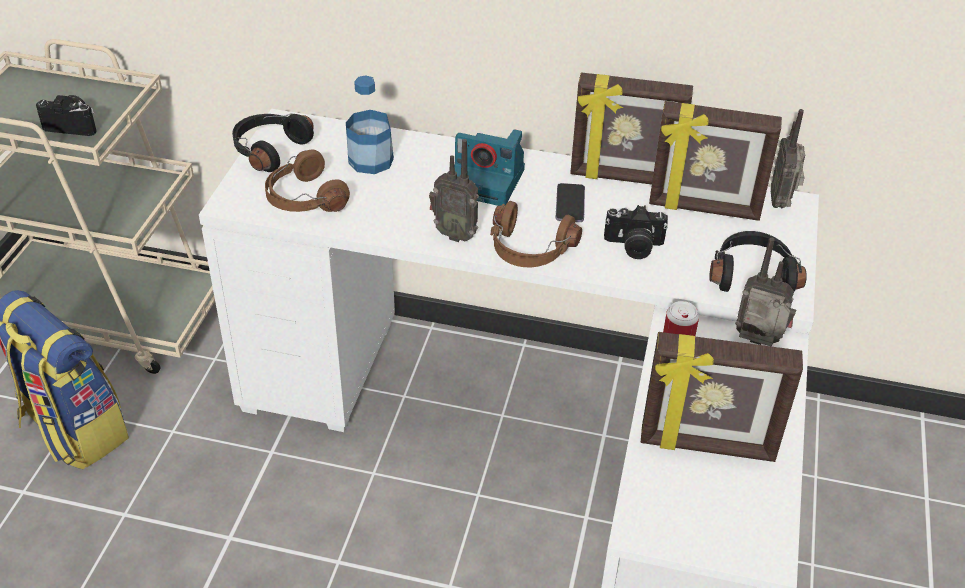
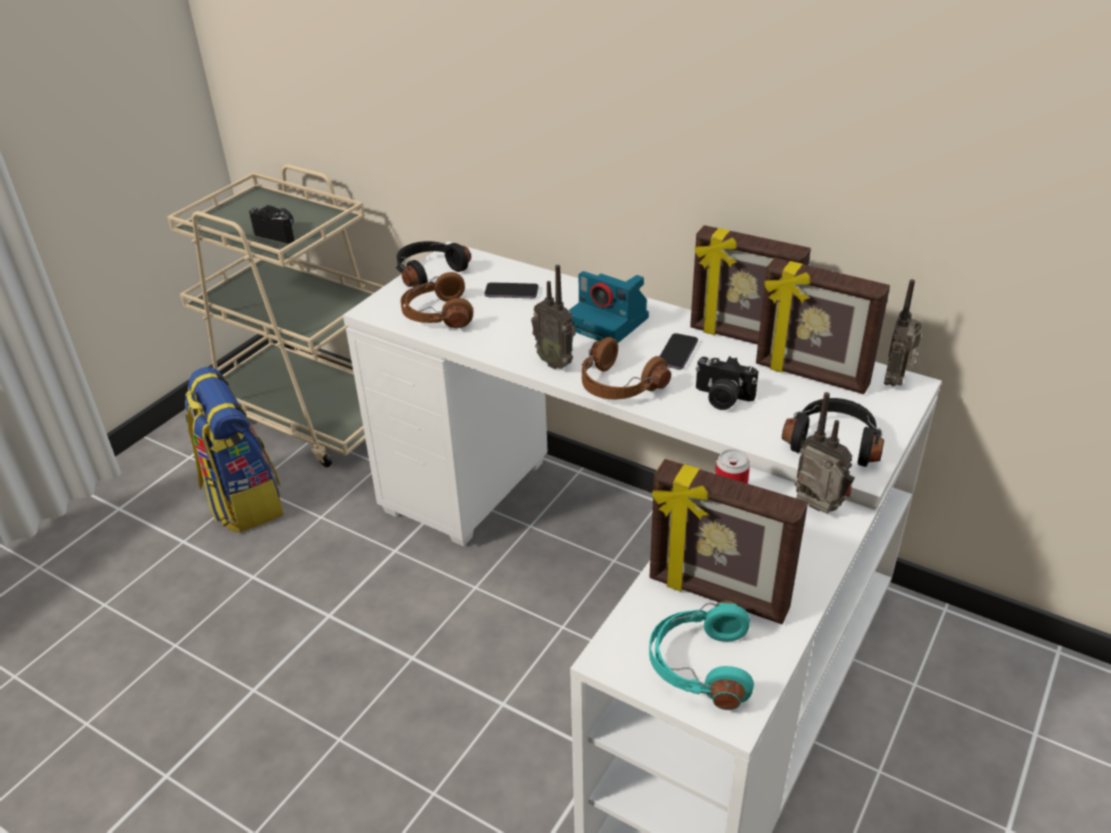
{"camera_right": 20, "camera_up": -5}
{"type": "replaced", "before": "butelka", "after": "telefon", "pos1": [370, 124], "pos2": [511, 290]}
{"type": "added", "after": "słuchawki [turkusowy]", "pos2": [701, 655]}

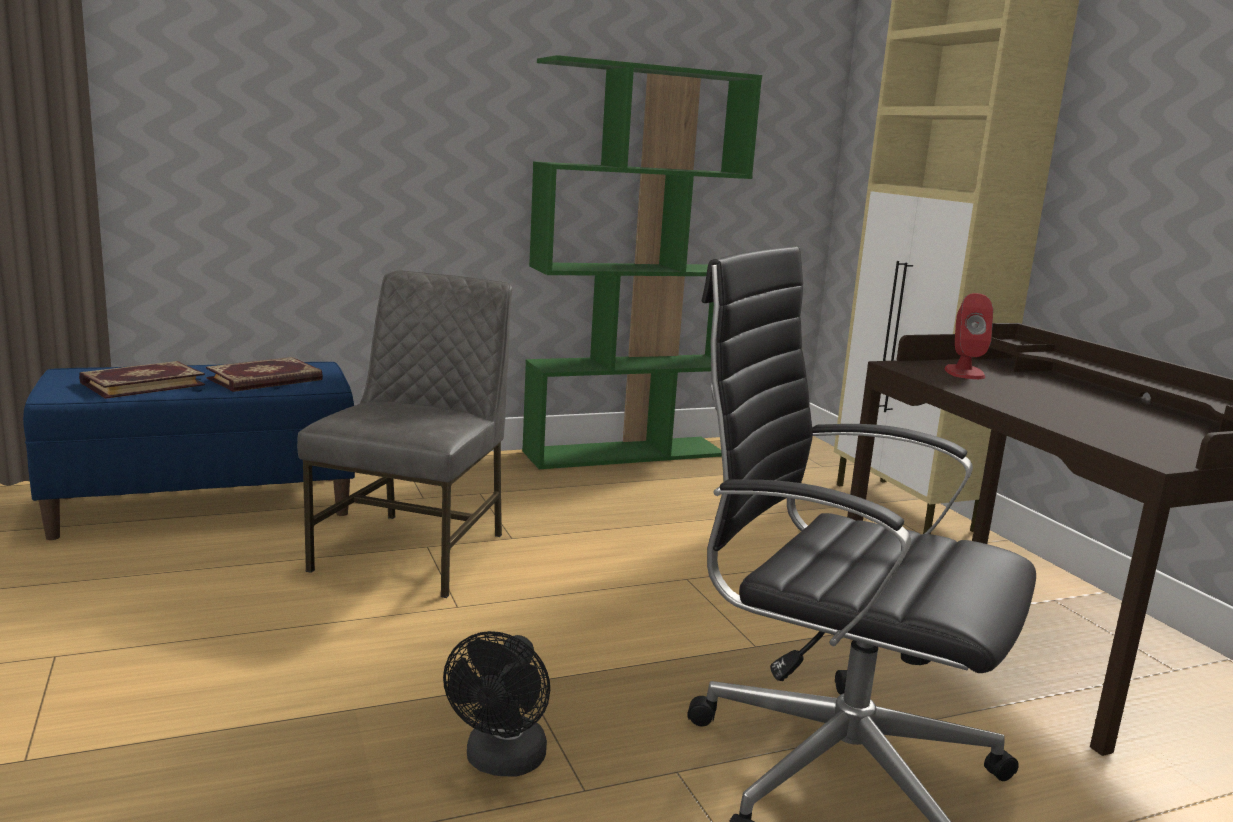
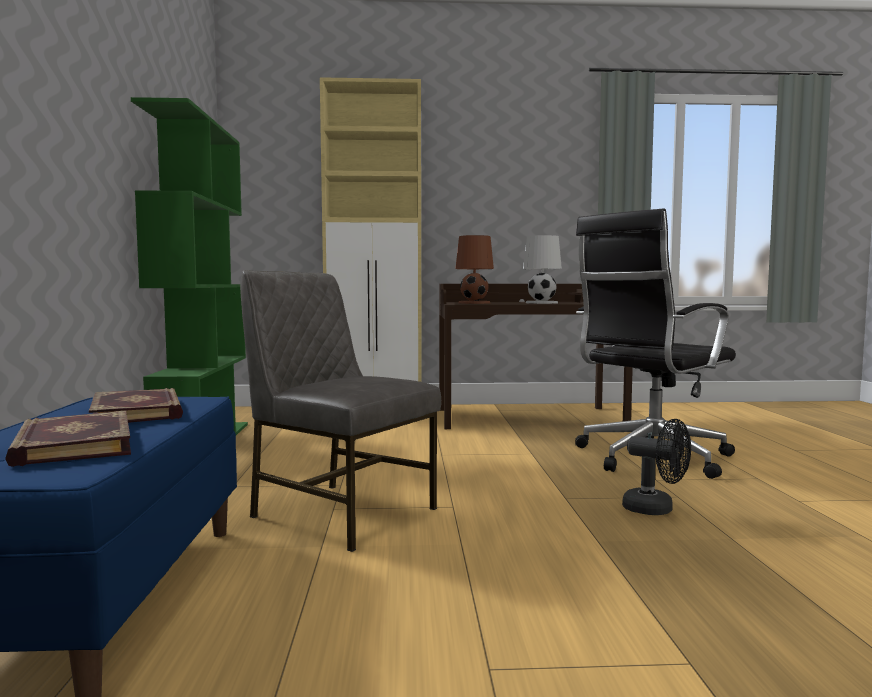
{"camera_right": -70, "camera_up": -10}
{"type": "replaced", "before": "głośnik [czerwony]", "after": "lampa stołowa [brązowy]", "pos1": [969, 336], "pos2": [474, 269]}
{"type": "added", "after": "lampa stołowa [biały]", "pos2": [542, 269]}

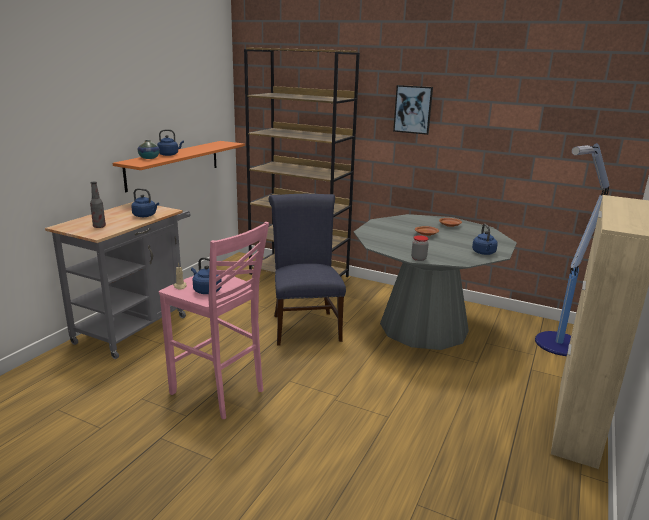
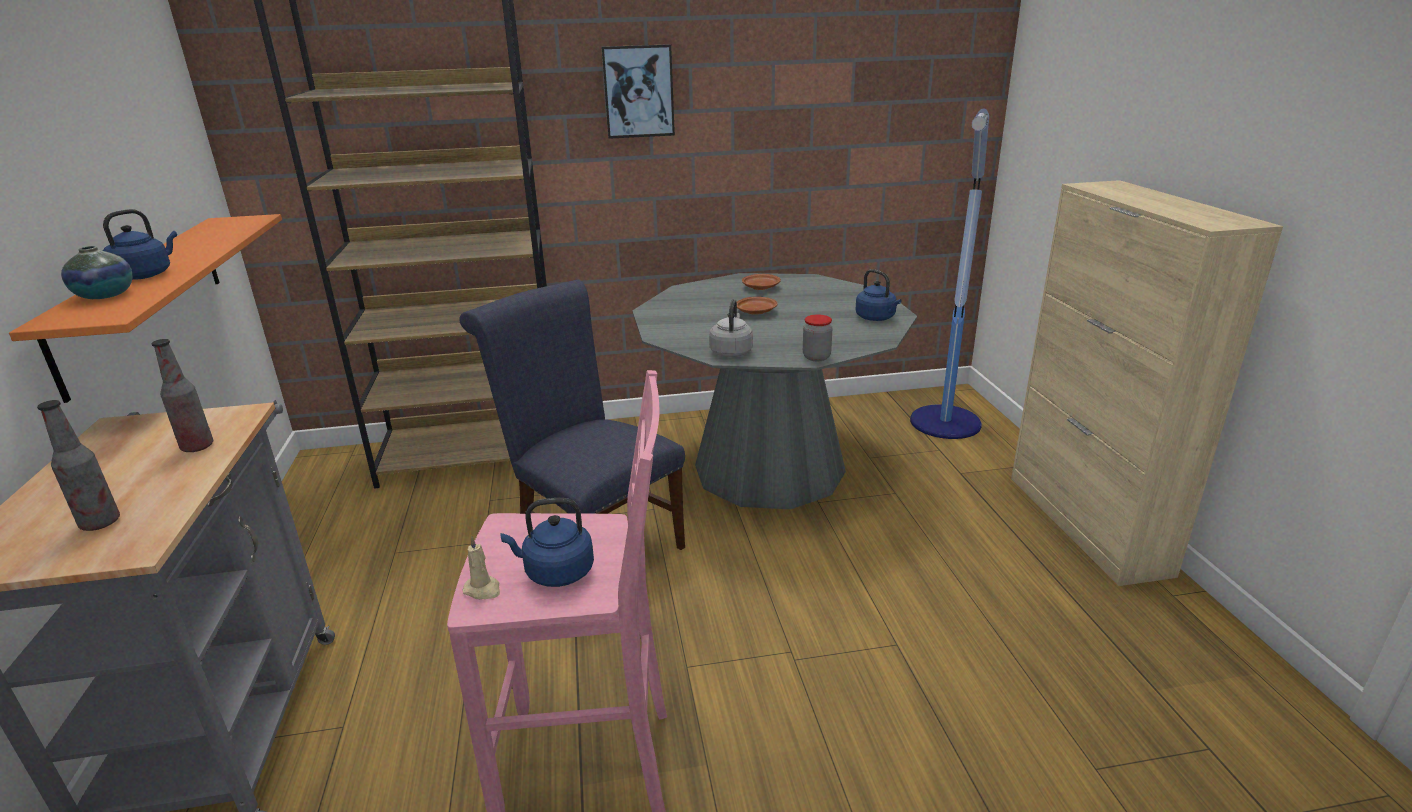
{"camera_right": -35, "camera_up": 5}
{"type": "replaced", "before": "czajnik [niebieski]", "after": "butelka", "pos1": [145, 202], "pos2": [182, 395]}
{"type": "added", "after": "czajnik [szary]", "pos2": [731, 328]}

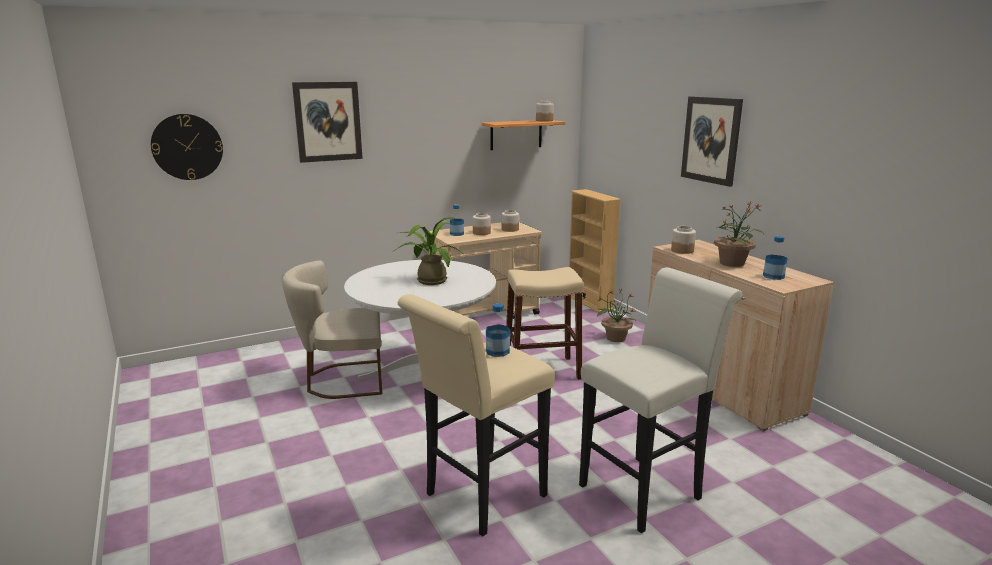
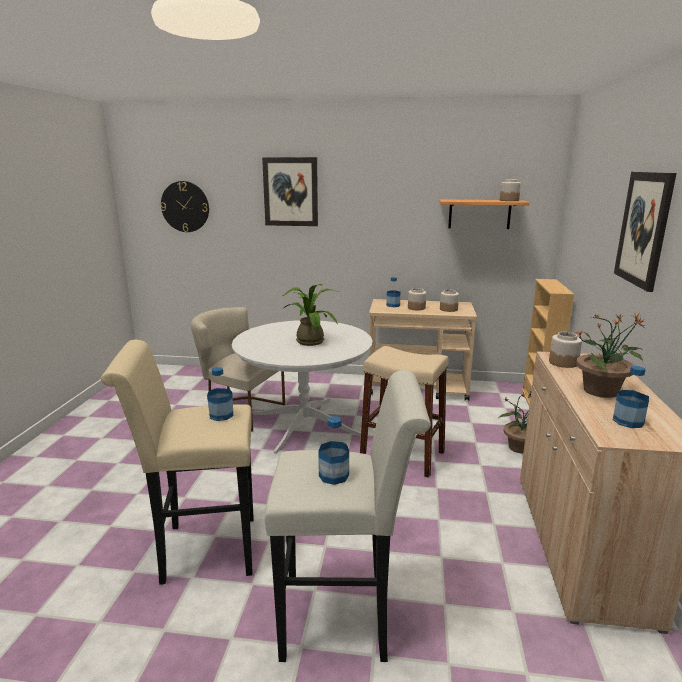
{"camera_right": 35, "camera_up": 0}
{"type": "added", "after": "butelka", "pos2": [333, 450]}

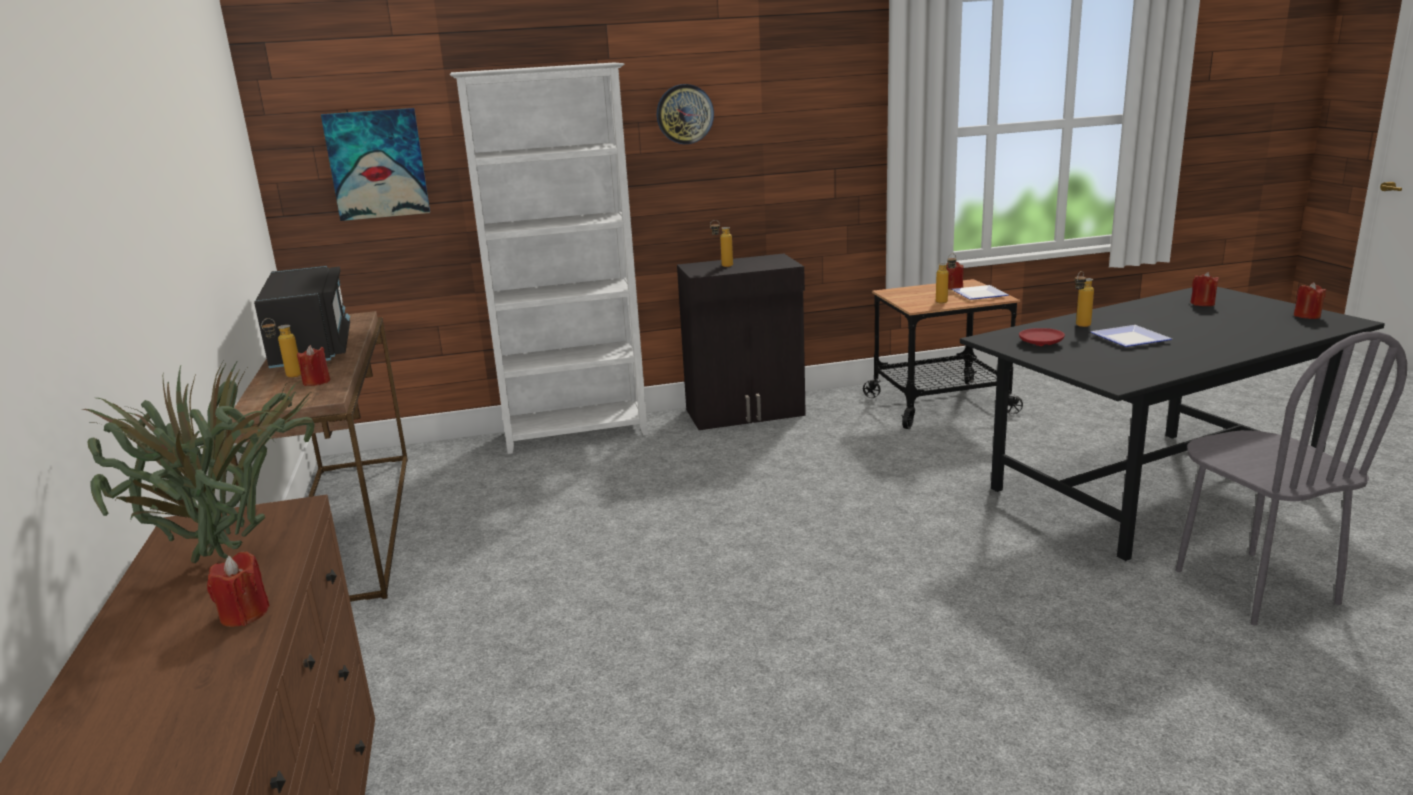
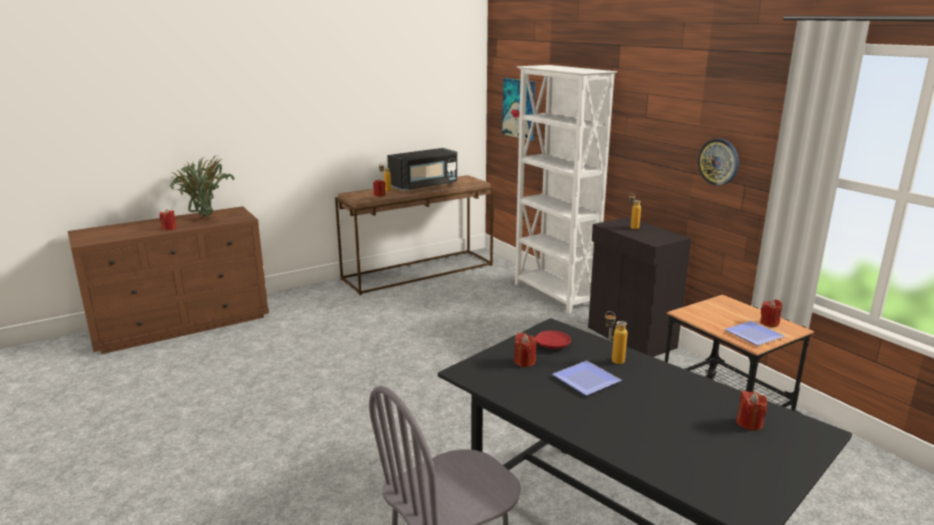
{"camera_right": 70, "camera_up": 0}
{"type": "moved", "before": "zegar ścienny", "pos1": [685, 114], "pos2": [718, 162]}
{"type": "removed", "before": "butelka", "pos1": [946, 278]}
{"type": "moved", "before": "świeca [czerwony]", "pos1": [1310, 300], "pos2": [525, 349]}

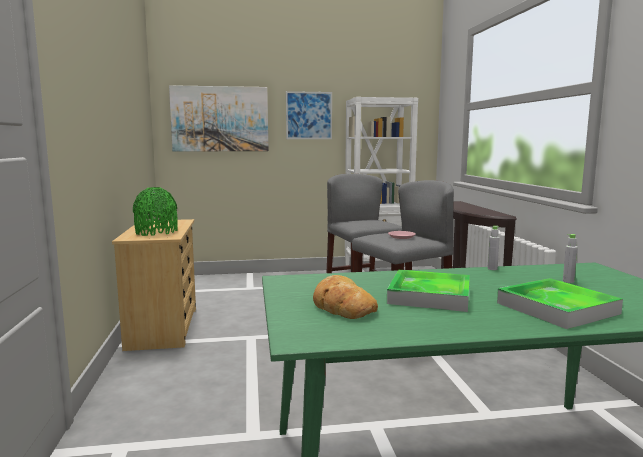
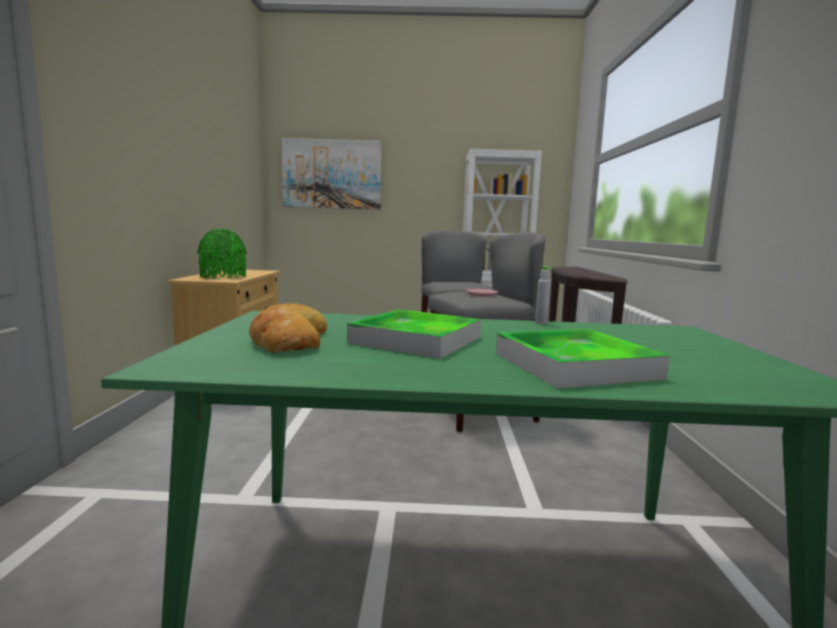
{"camera_right": 10, "camera_up": 0}
{"type": "removed", "before": "obraz", "pos1": [309, 115]}
{"type": "removed", "before": "butelka [szary]", "pos1": [570, 258]}

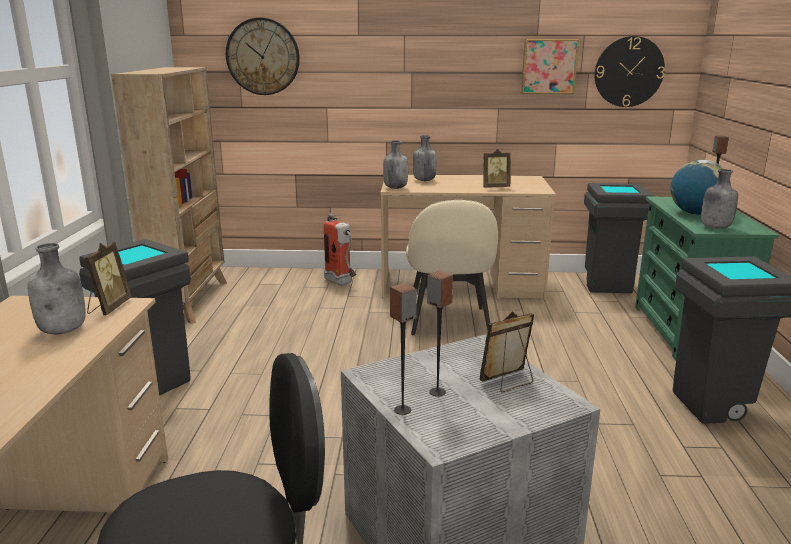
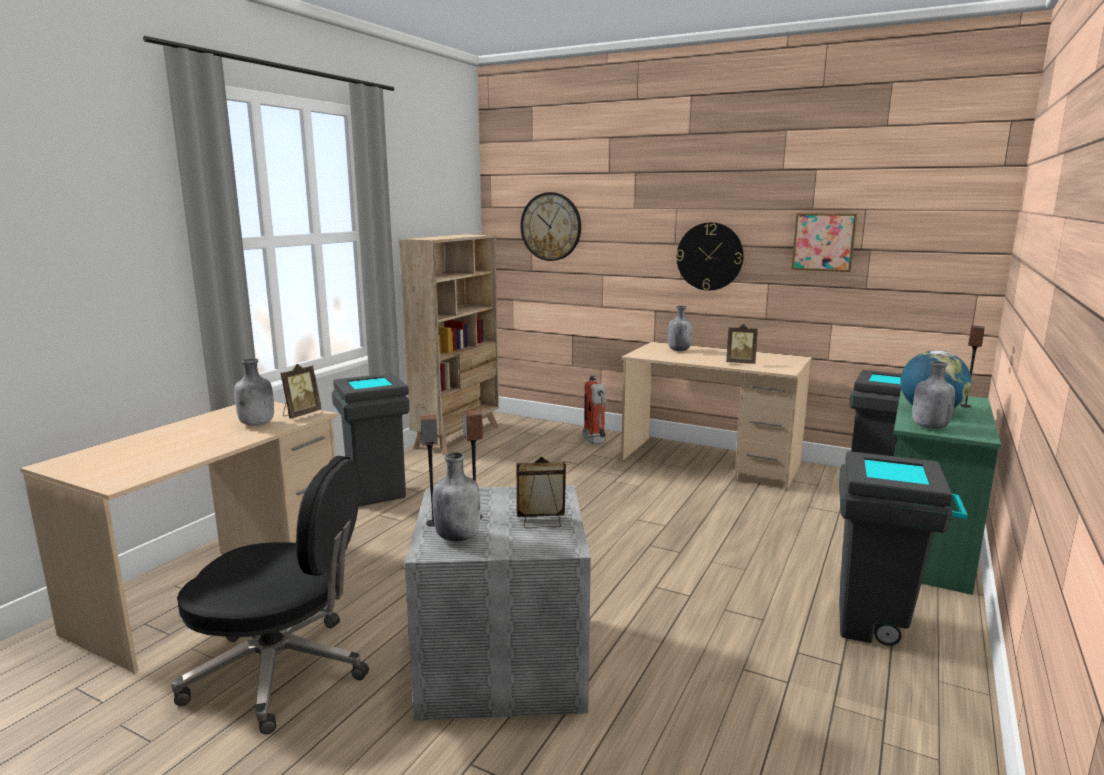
{"camera_right": 25, "camera_up": -5}
{"type": "moved", "before": "butelka [szary]", "pos1": [395, 165], "pos2": [456, 496]}
{"type": "removed", "before": "krzesło [beżowy]", "pos1": [452, 267]}
{"type": "moved", "before": "zegar ścienny", "pos1": [630, 71], "pos2": [710, 256]}

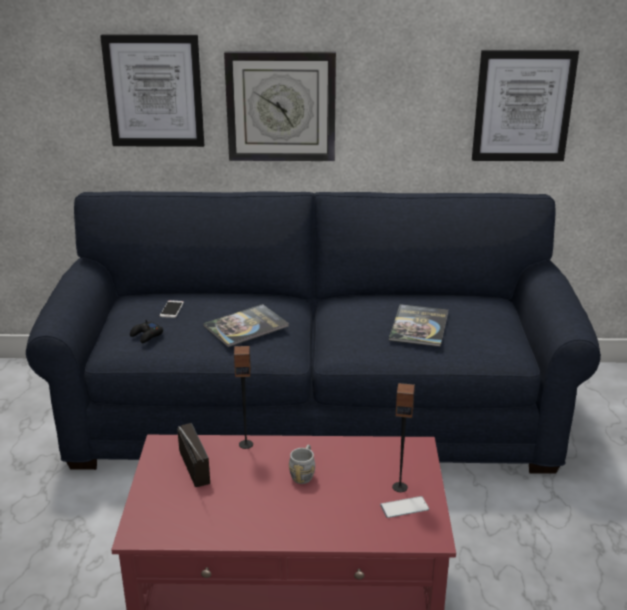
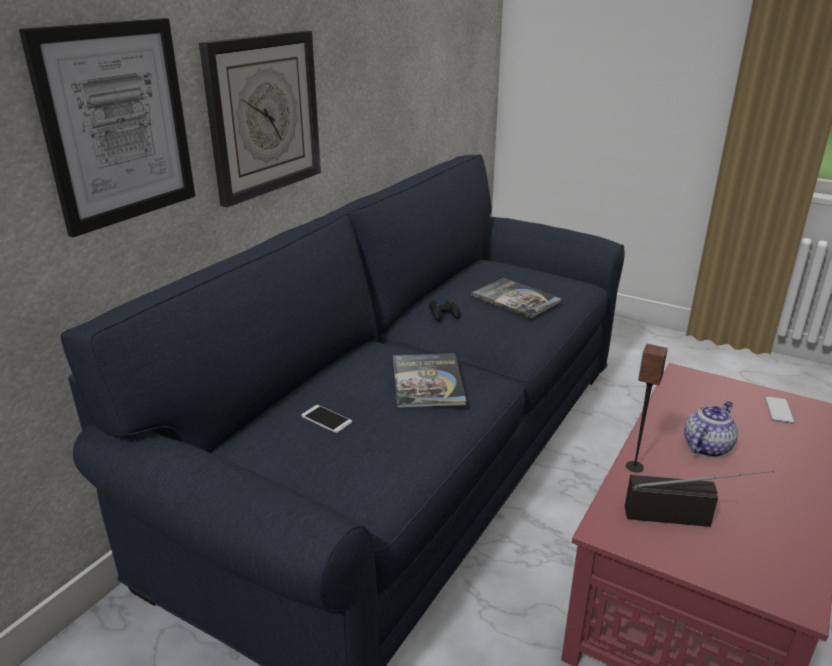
{"camera_right": -60, "camera_up": 0}
{"type": "moved", "before": "pad do gier [czarny]", "pos1": [146, 331], "pos2": [444, 310]}
{"type": "replaced", "before": "kubek [szary]", "after": "imbryk", "pos1": [302, 464], "pos2": [711, 429]}
{"type": "removed", "before": "głośnik", "pos1": [403, 437]}
{"type": "removed", "before": "obraz", "pos1": [525, 105]}

